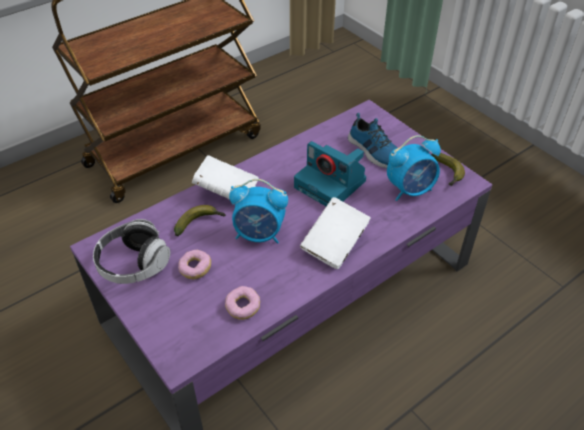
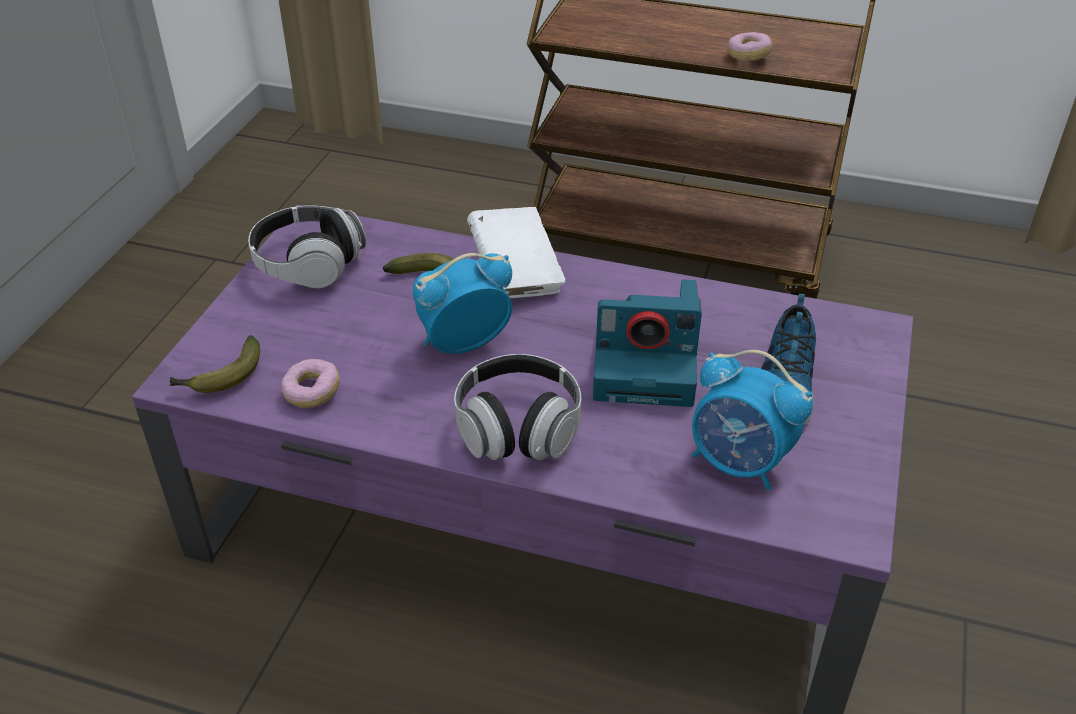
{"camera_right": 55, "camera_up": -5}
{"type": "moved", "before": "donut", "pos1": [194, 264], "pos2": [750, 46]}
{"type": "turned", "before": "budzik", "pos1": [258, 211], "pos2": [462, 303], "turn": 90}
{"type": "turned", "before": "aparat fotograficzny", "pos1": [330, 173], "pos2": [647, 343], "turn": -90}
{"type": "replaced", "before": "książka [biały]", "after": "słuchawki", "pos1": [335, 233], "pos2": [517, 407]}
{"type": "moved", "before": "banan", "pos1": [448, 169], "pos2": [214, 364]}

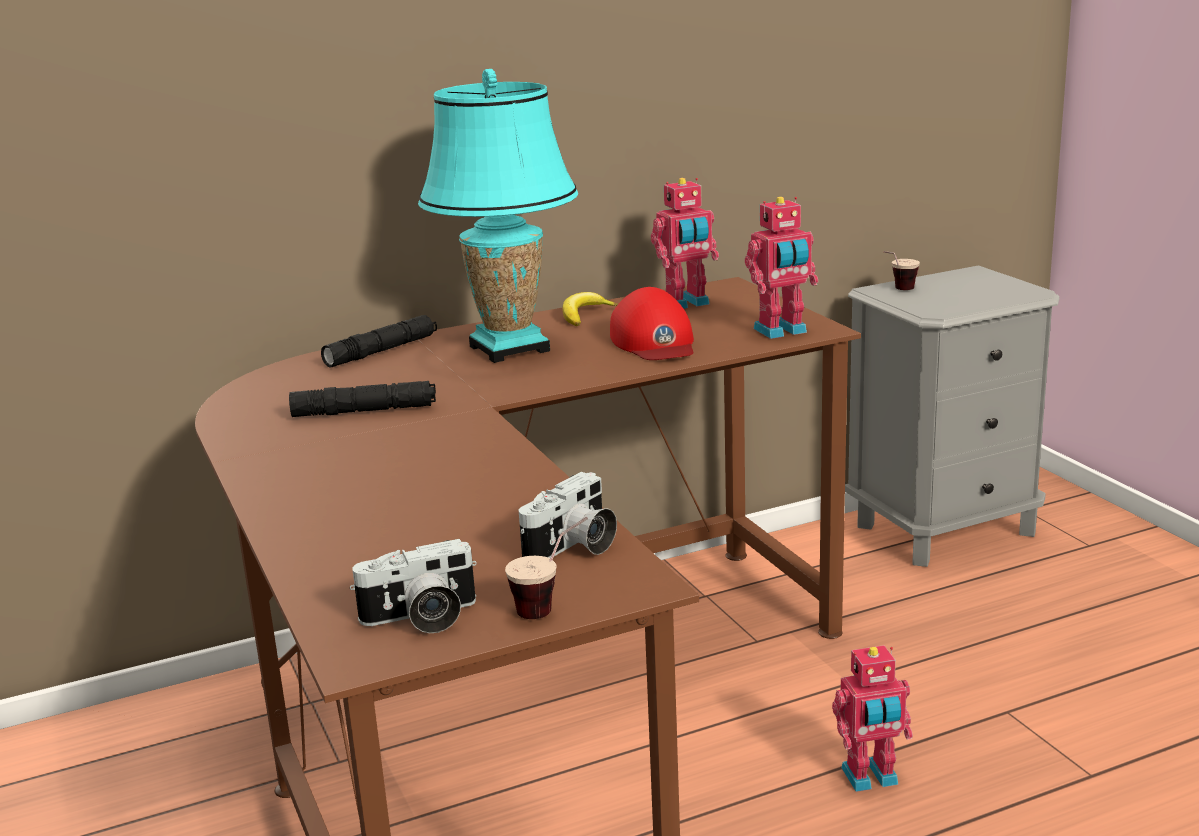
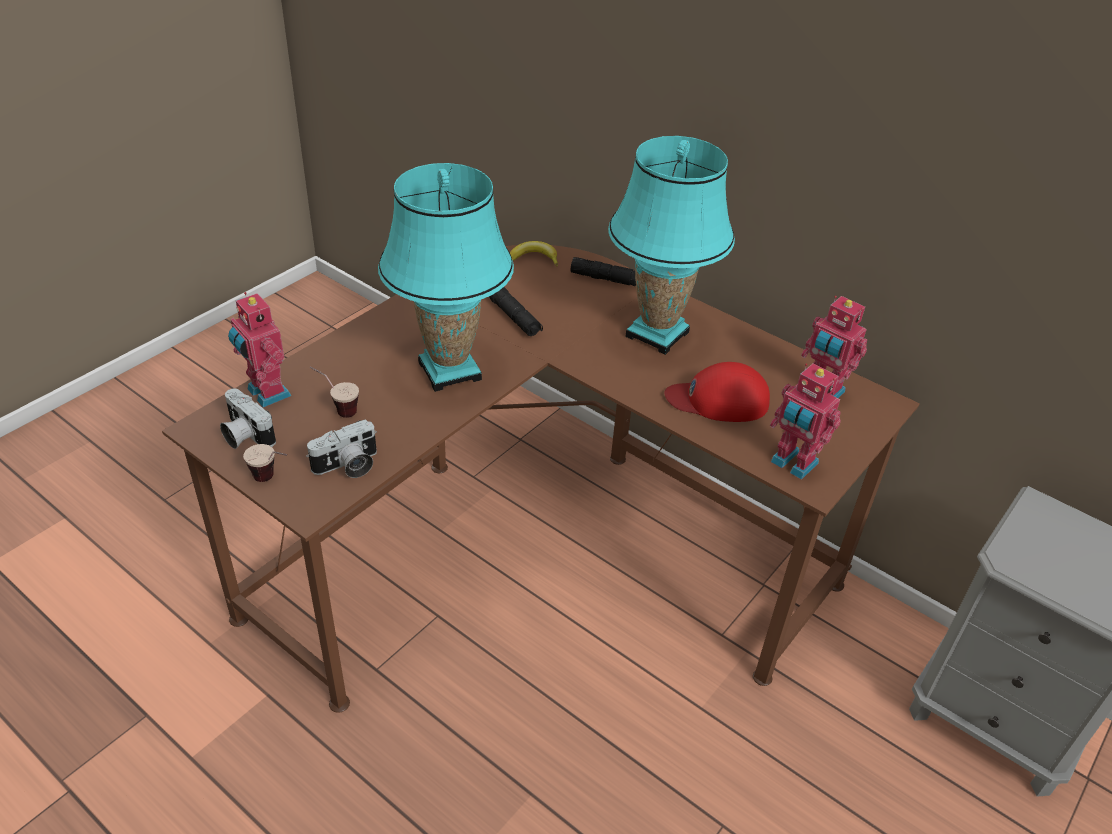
{"camera_right": 60, "camera_up": 20}
{"type": "turned", "before": "aparat fotograficzny", "pos1": [568, 515], "pos2": [341, 448], "turn": -45}
{"type": "moved", "before": "banan", "pos1": [590, 309], "pos2": [534, 254]}
{"type": "turned", "before": "czapka z daszkiem [czerwony]", "pos1": [652, 323], "pos2": [717, 392], "turn": 45}
{"type": "moved", "before": "robot zabawkowy", "pos1": [872, 718], "pos2": [259, 349]}
{"type": "moved", "before": "filiżanka", "pos1": [901, 270], "pos2": [334, 392]}
{"type": "added", "after": "lampa stołowa [turkusowy]", "pos2": [446, 277]}

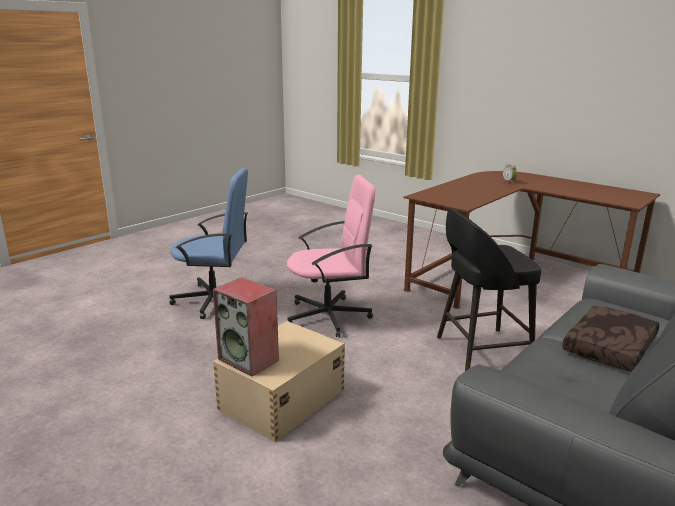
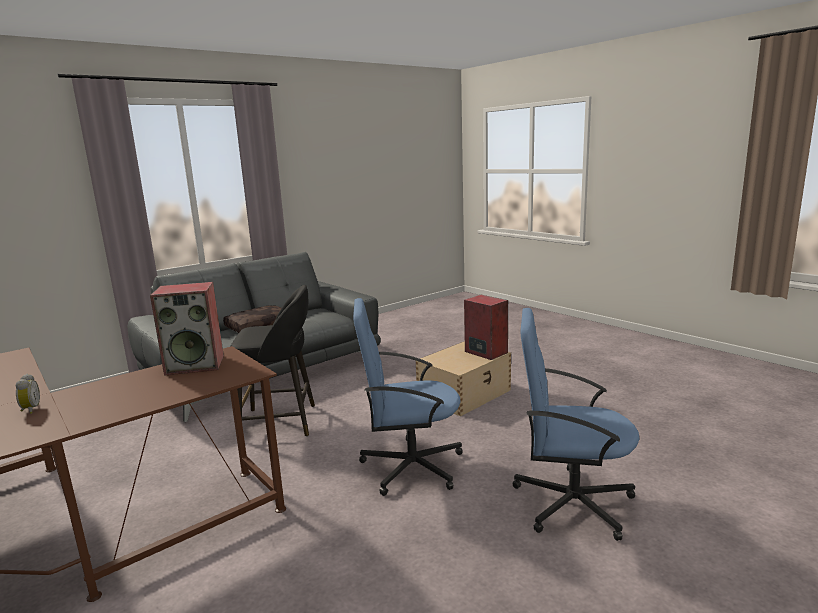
{"camera_right": -170, "camera_up": -5}
{"type": "recoloured", "before": "krzesło biurowe [różowy]", "after": "krzesło biurowe [niebieski]", "pos1": [331, 256], "pos2": [408, 397]}
{"type": "added", "after": "głośnik", "pos2": [187, 329]}

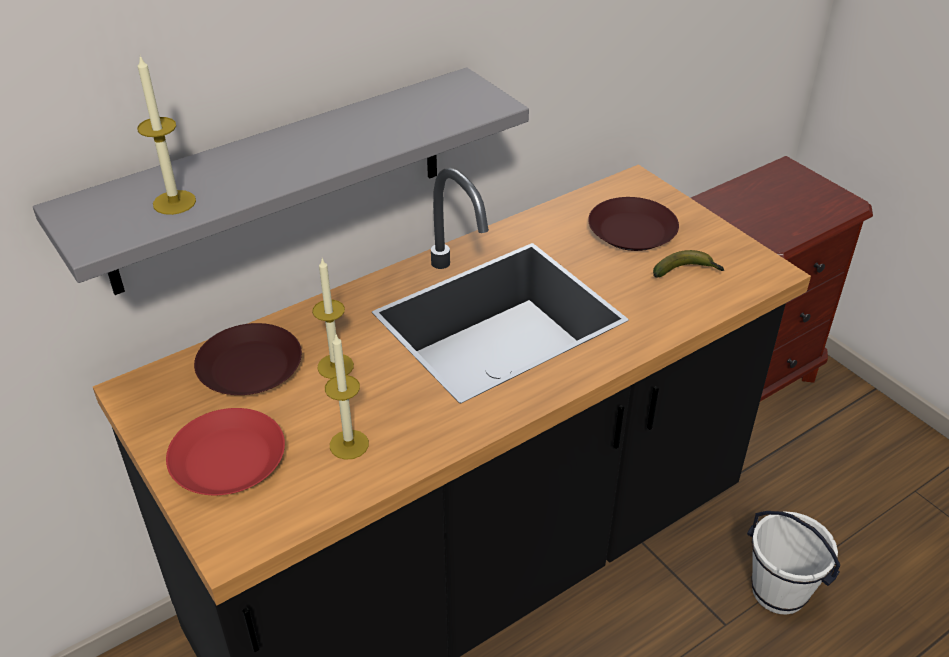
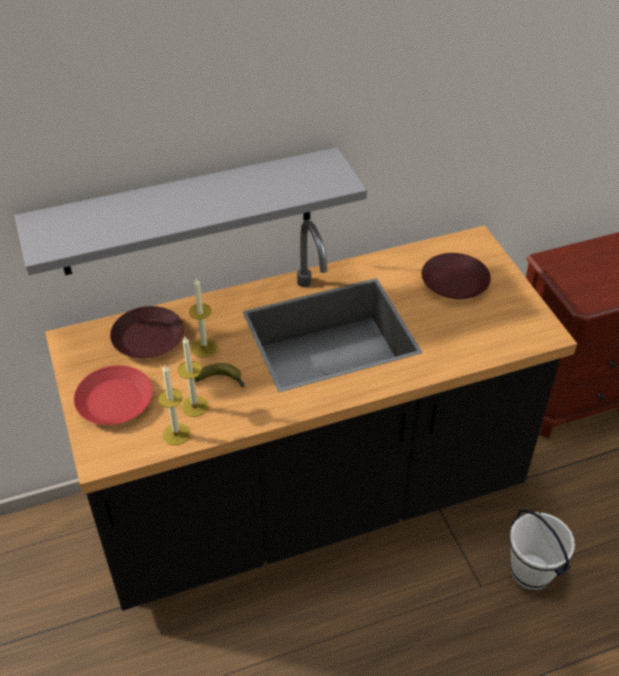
{"camera_right": 15, "camera_up": 5}
{"type": "moved", "before": "świeca", "pos1": [166, 135], "pos2": [174, 405]}
{"type": "moved", "before": "banan", "pos1": [689, 264], "pos2": [219, 375]}

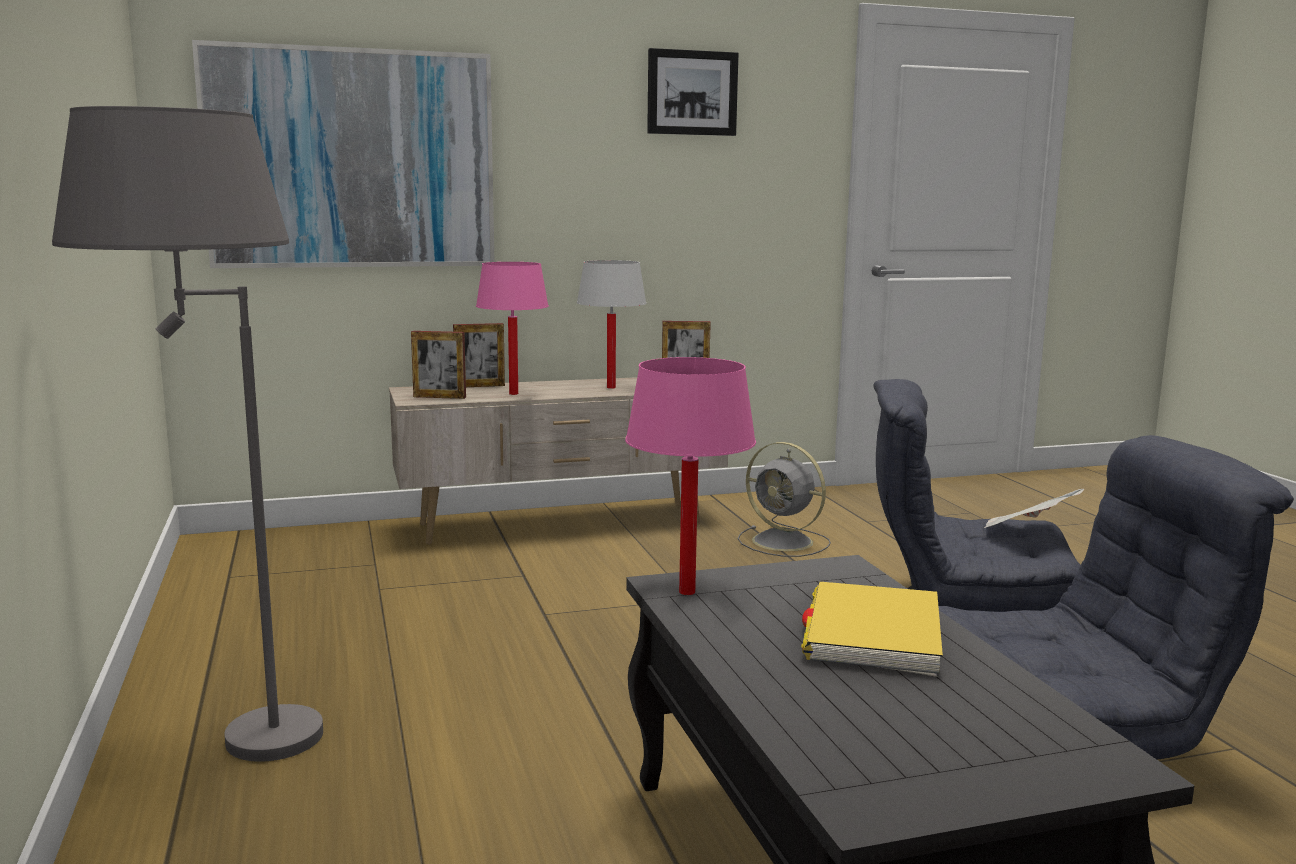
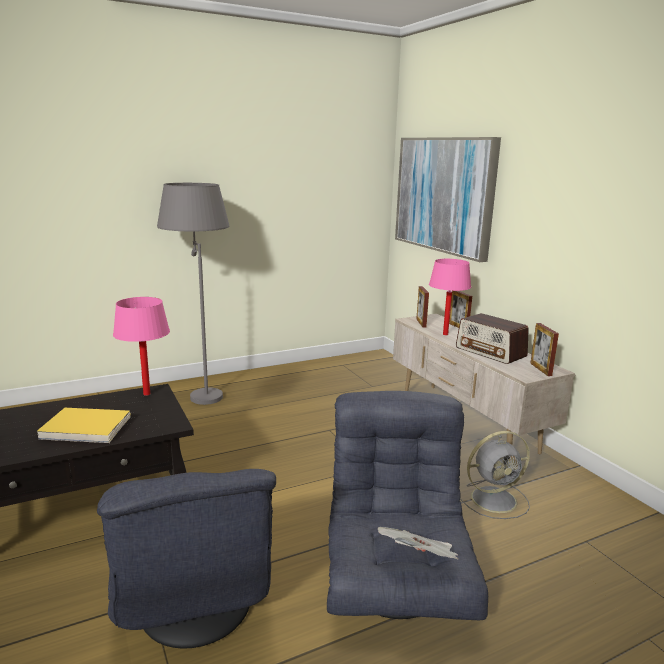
{"camera_right": 80, "camera_up": 5}
{"type": "replaced", "before": "lampa stołowa [biały]", "after": "radio", "pos1": [611, 324], "pos2": [492, 338]}
{"type": "removed", "before": "obraz", "pos1": [693, 92]}
{"type": "turned", "before": "wentylator [szary]", "pos1": [784, 499], "pos2": [495, 475], "turn": -135}

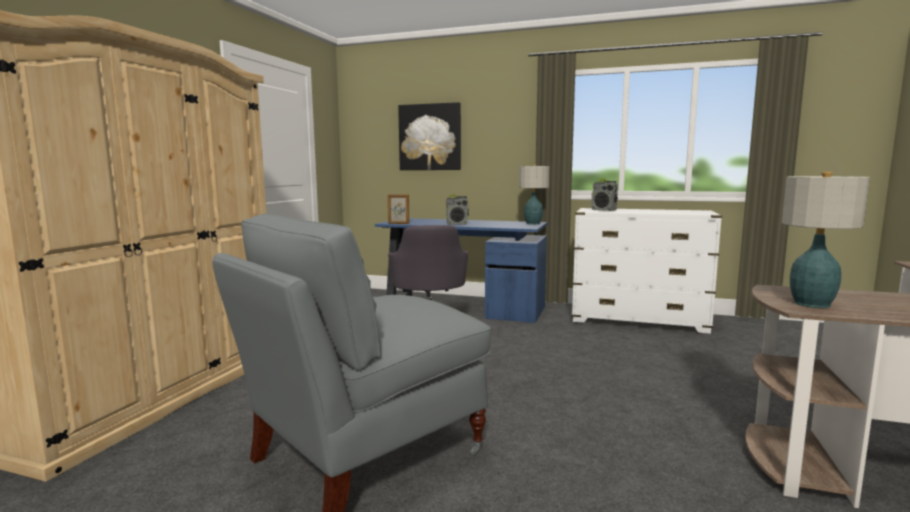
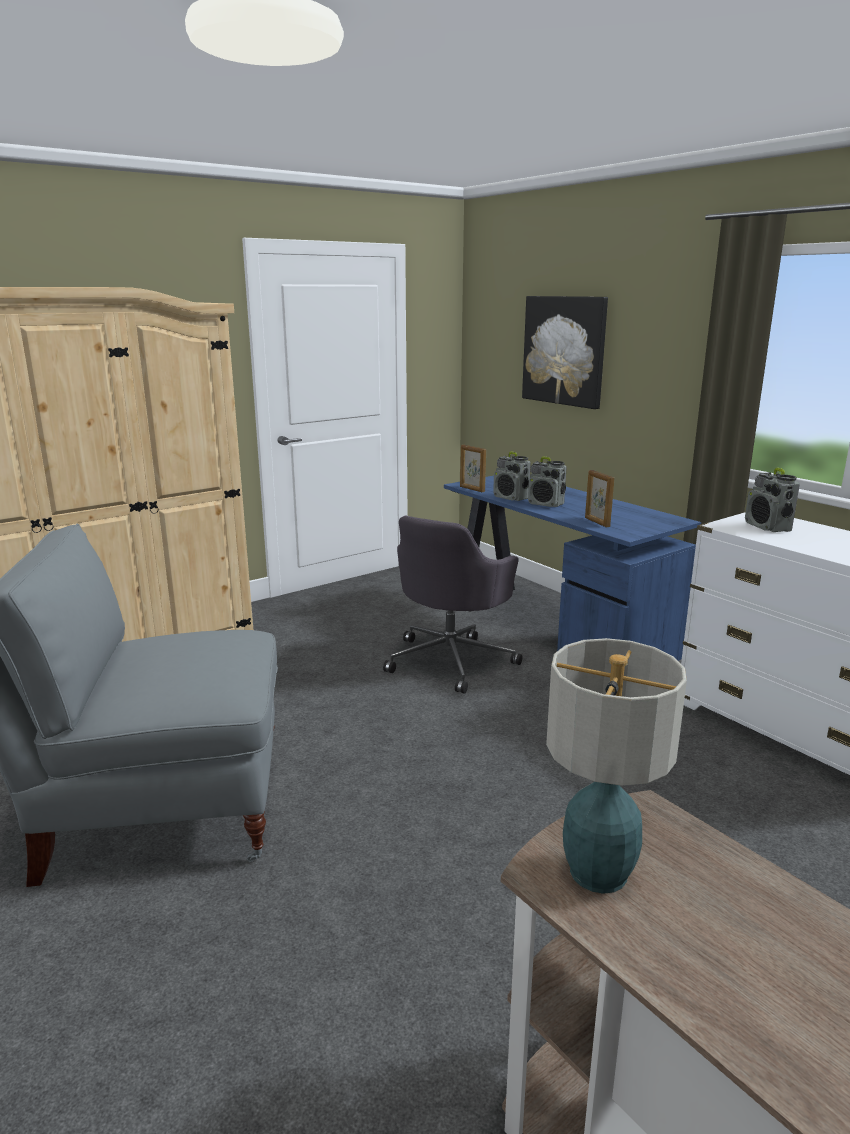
{"camera_right": 35, "camera_up": 10}
{"type": "removed", "before": "lampa stołowa", "pos1": [534, 194]}
{"type": "added", "after": "radio", "pos2": [512, 476]}
{"type": "added", "after": "ramka na zdjęcie", "pos2": [599, 498]}

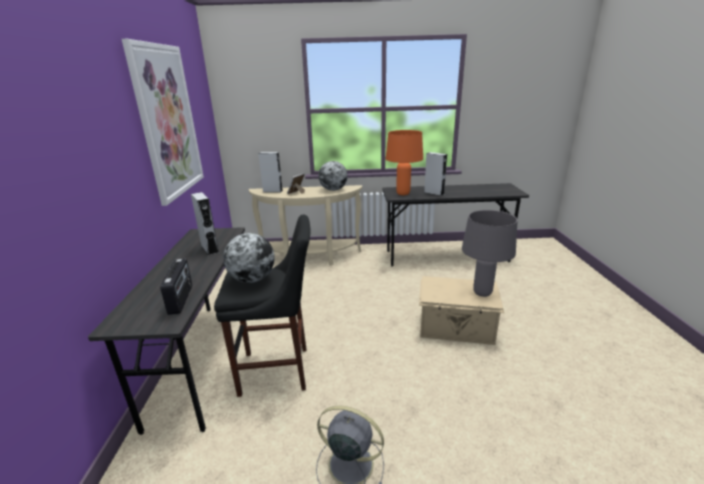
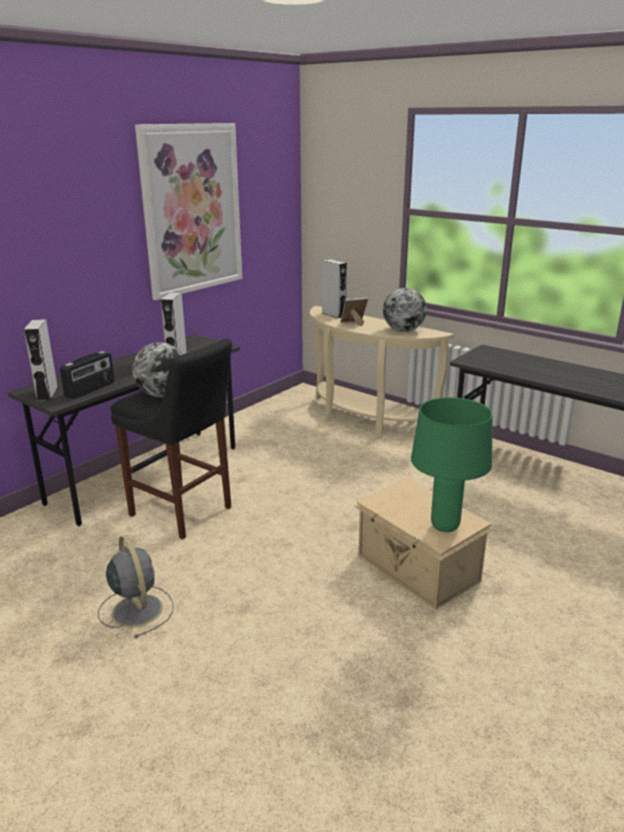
{"camera_right": 40, "camera_up": 0}
{"type": "removed", "before": "lampa stołowa [pomarańczowy]", "pos1": [404, 162]}
{"type": "moved", "before": "głośnik [szary]", "pos1": [435, 174], "pos2": [40, 360]}
{"type": "recoloured", "before": "lampa stołowa [szary]", "after": "lampa stołowa [zielony]", "pos1": [490, 253], "pos2": [452, 464]}

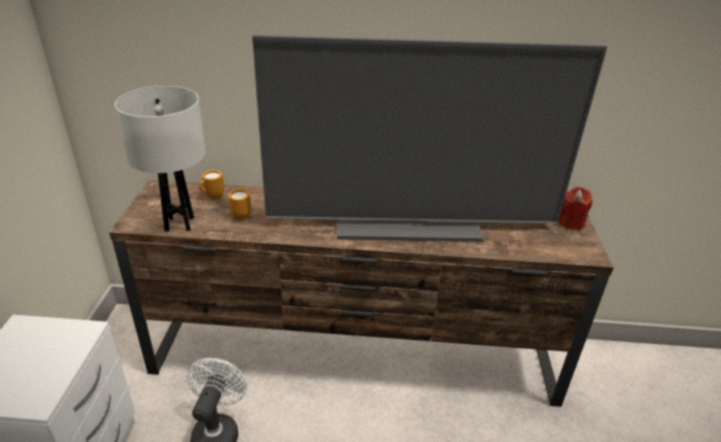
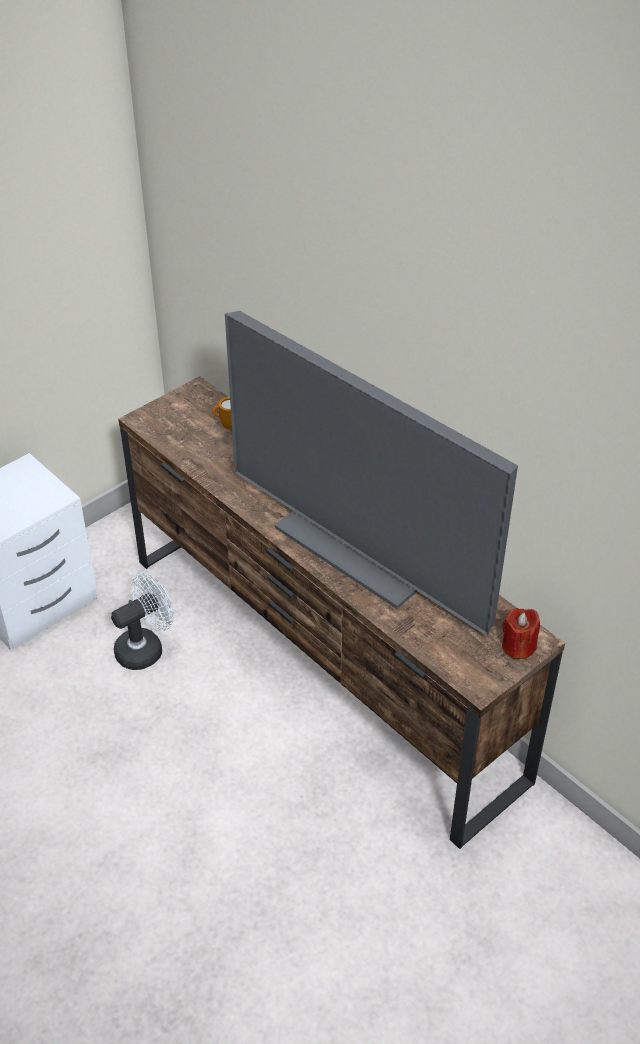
{"camera_right": 45, "camera_up": 10}
{"type": "removed", "before": "lampa stołowa [biały]", "pos1": [160, 159]}
{"type": "removed", "before": "kubek [pomarańczowy]", "pos1": [239, 204]}

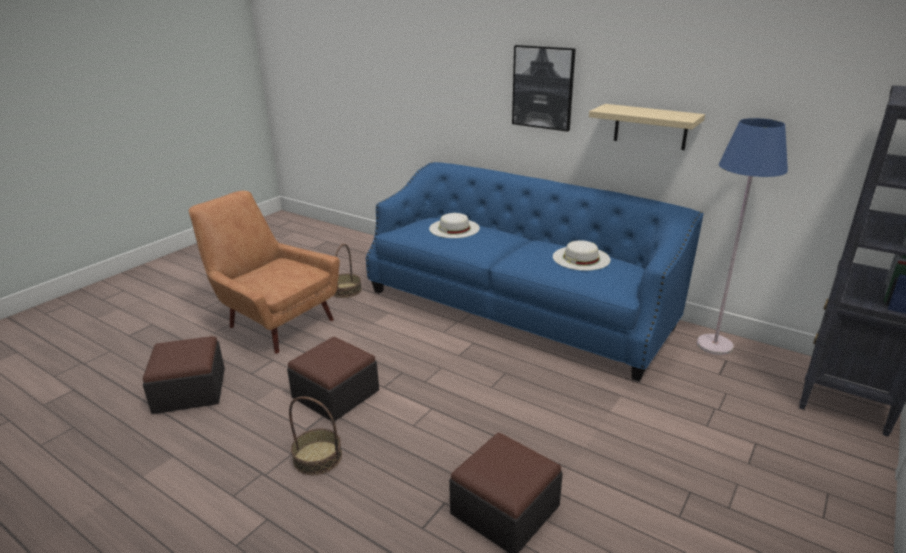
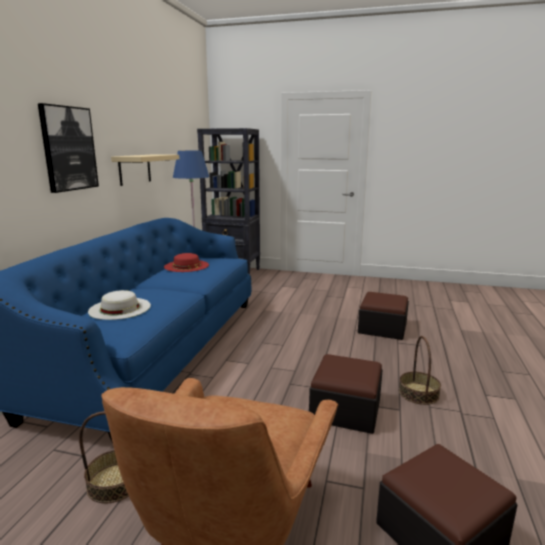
{"camera_right": -110, "camera_up": -10}
{"type": "recoloured", "before": "kapelusz [biały]", "after": "kapelusz [czerwony]", "pos1": [582, 255], "pos2": [186, 262]}

